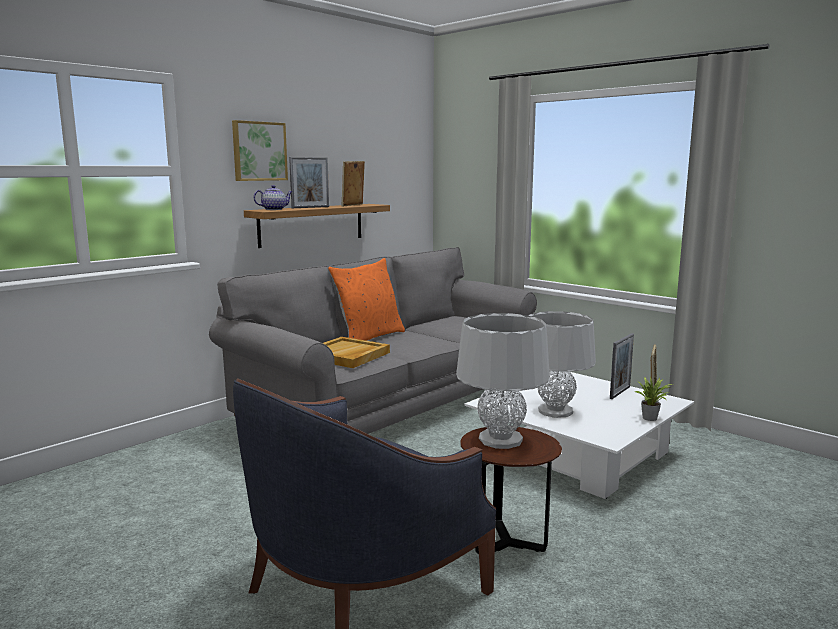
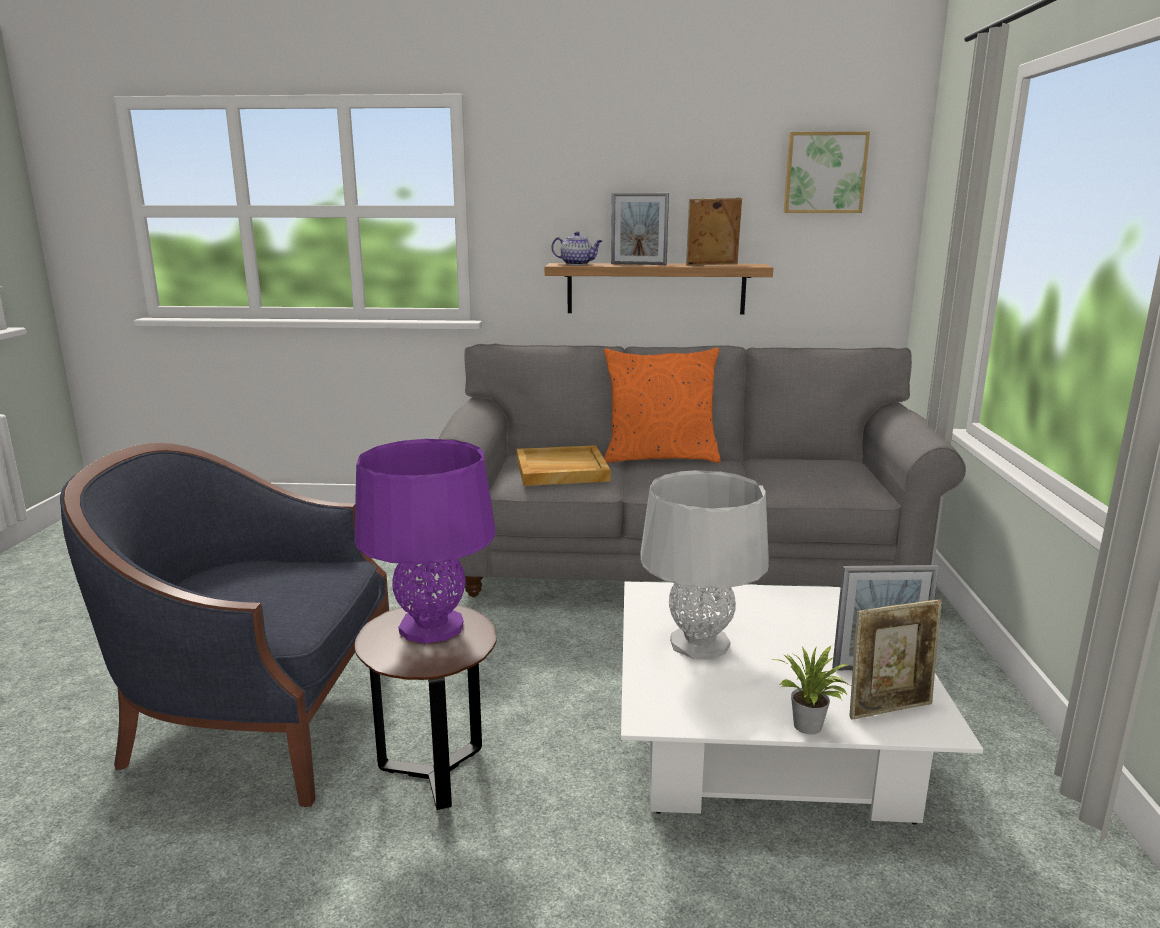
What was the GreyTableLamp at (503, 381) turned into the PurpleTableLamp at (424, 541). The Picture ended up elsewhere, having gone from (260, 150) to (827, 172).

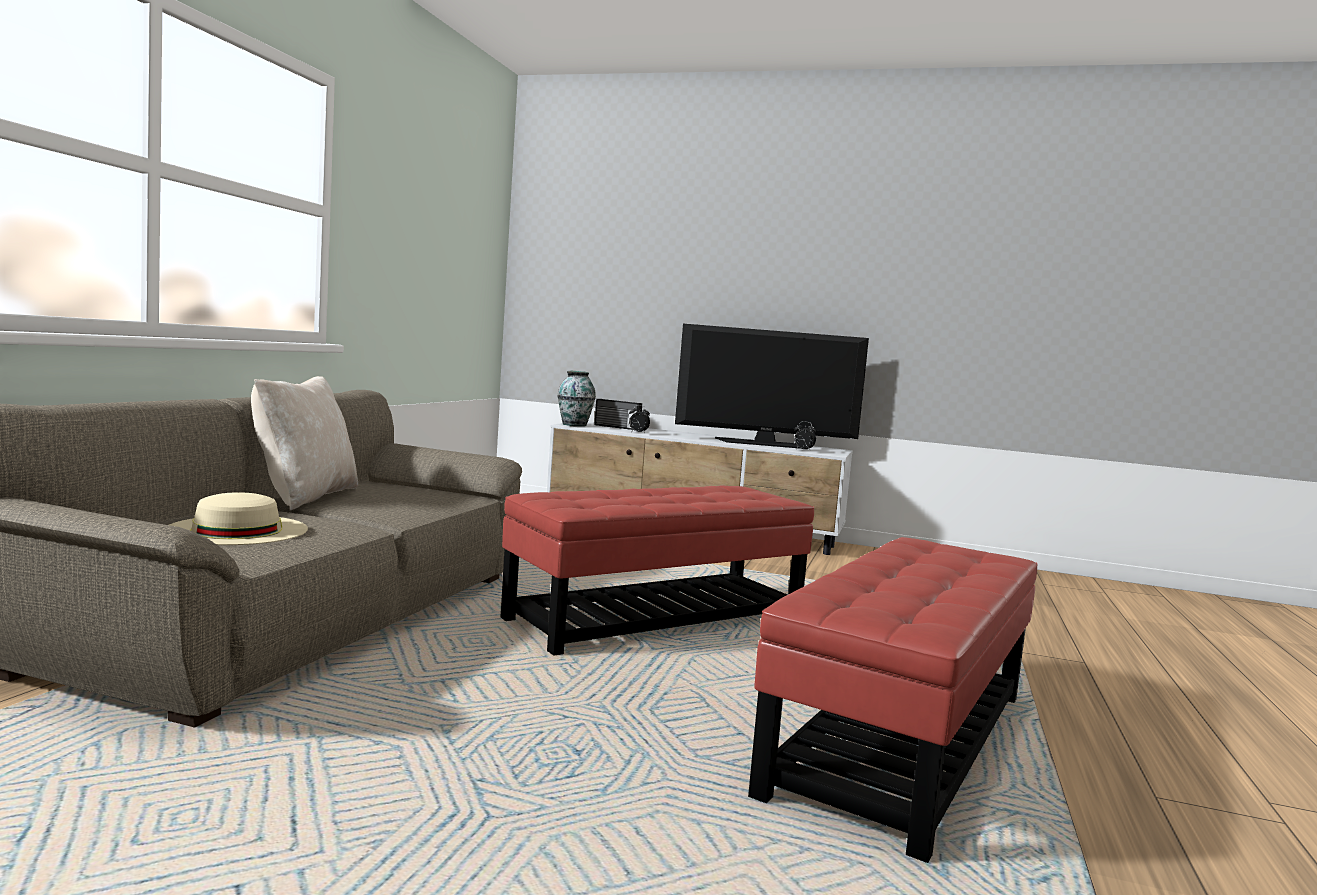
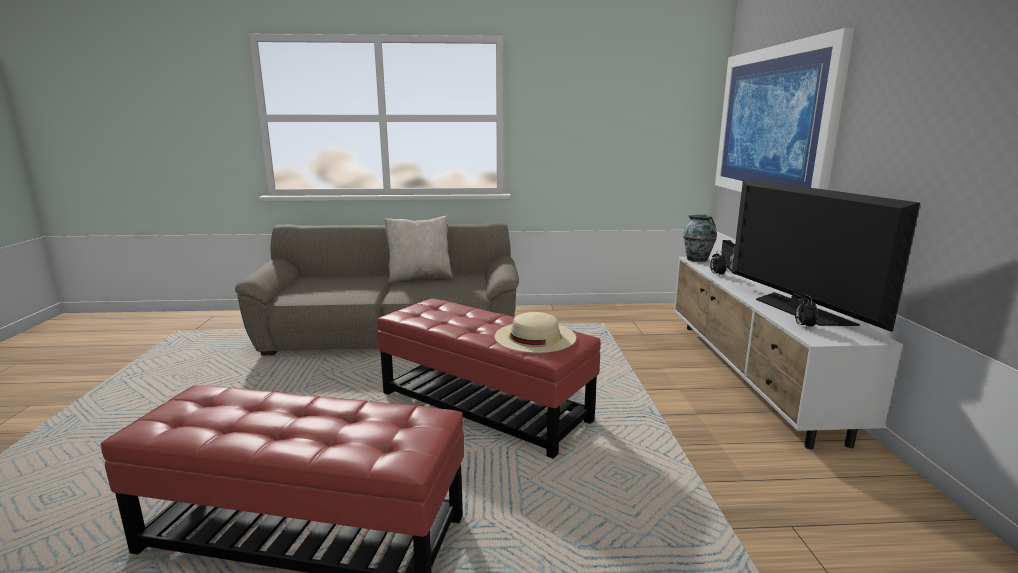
The BeigeHat ended up elsewhere, having gone from (238, 518) to (535, 332). The second view gained the Picture at (784, 110).

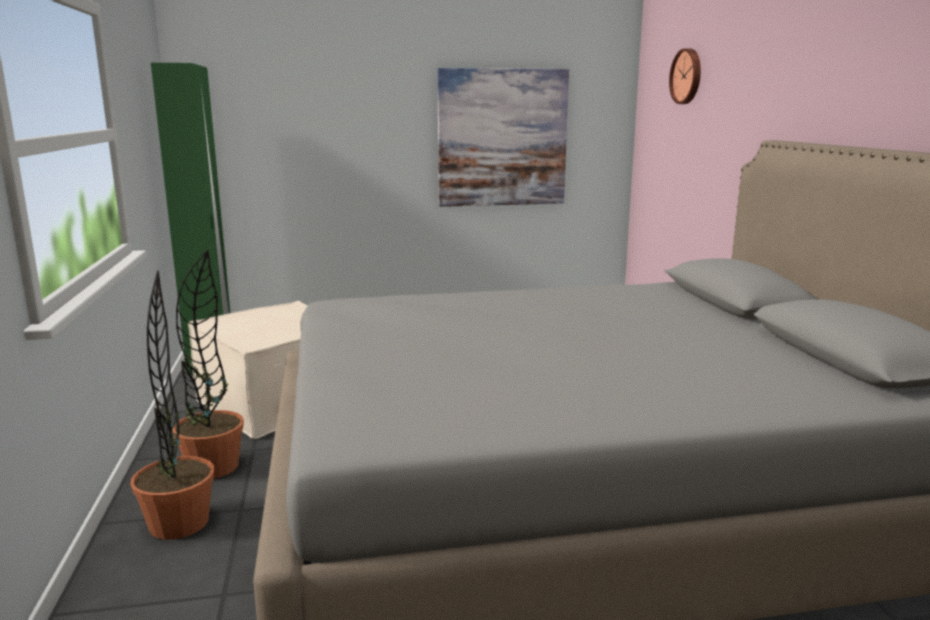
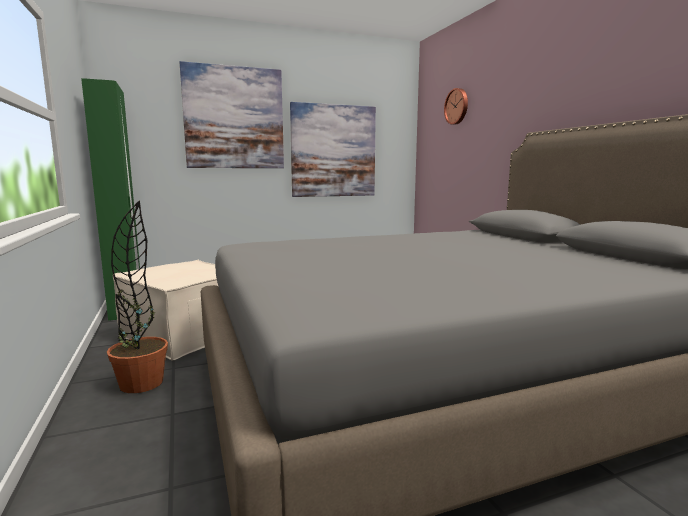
The second view gained the Picture at (232, 114). The second view lost the PottedPlant at (172, 405).

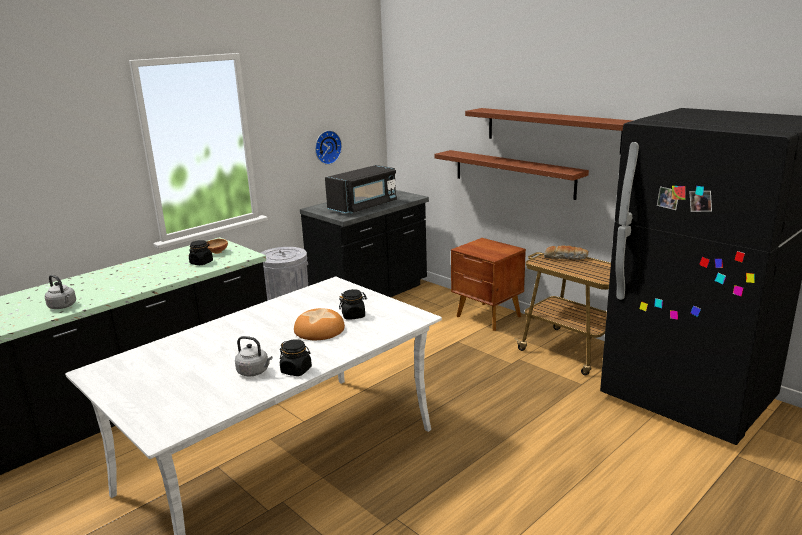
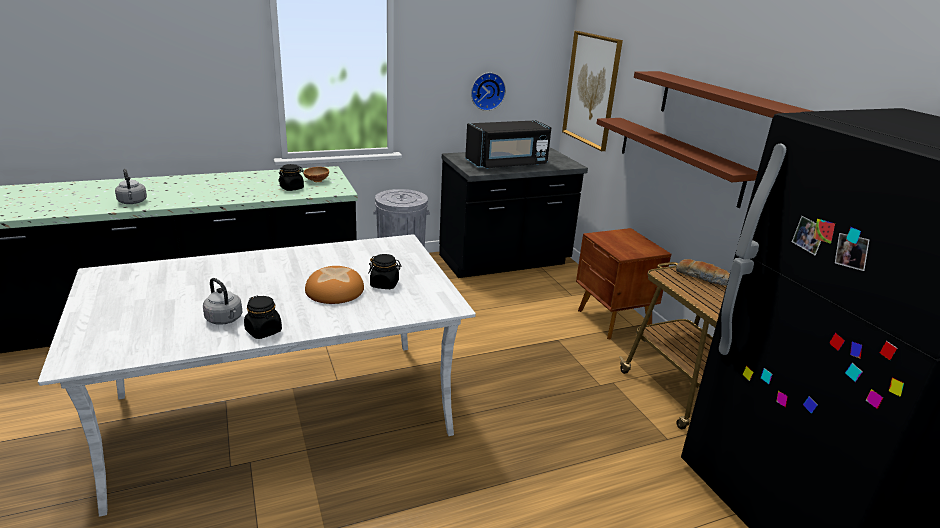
The second view gained the Picture at (592, 91).

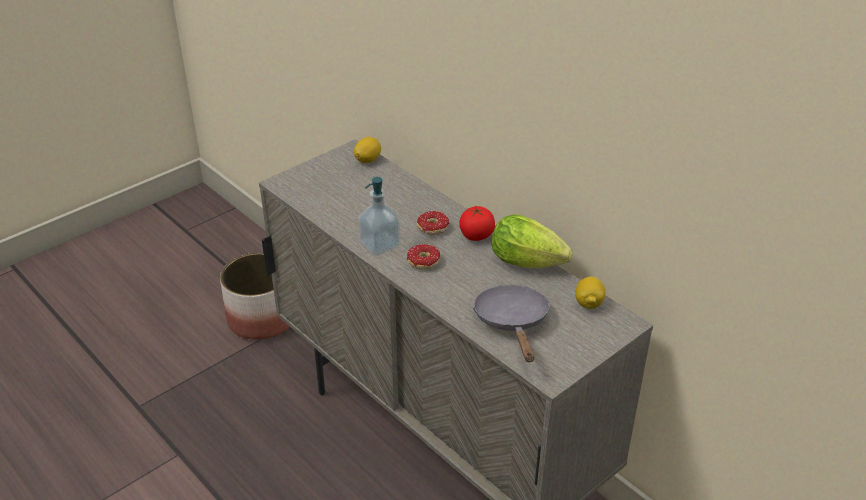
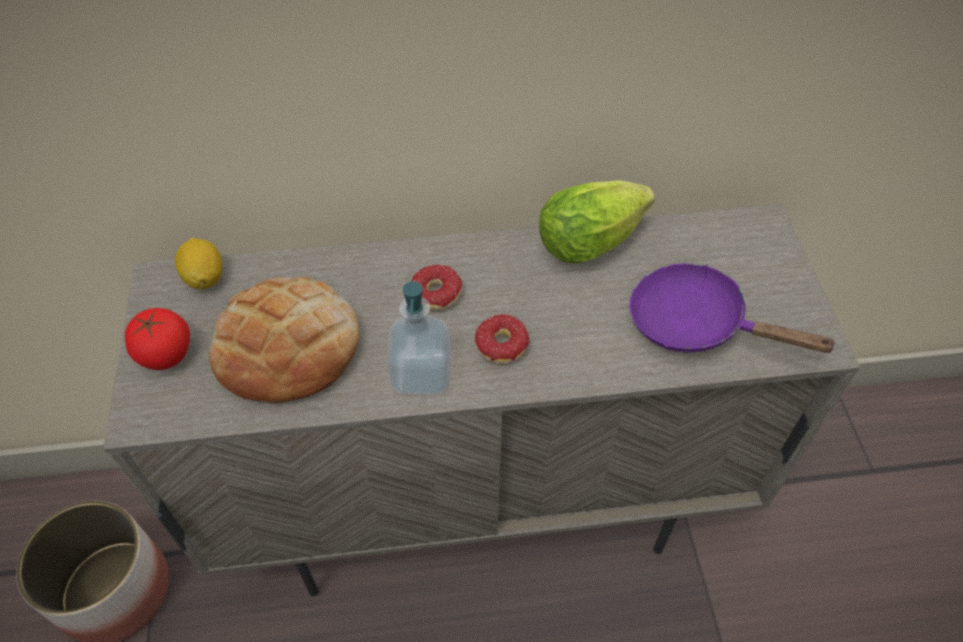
The Tomato ended up elsewhere, having gone from (477, 223) to (157, 339). The second view gained the Bread at (284, 340). What was the GreyFryingPan at (511, 323) turned into the PurpleFryingPan at (733, 308). The second view lost the Lemon at (590, 293).

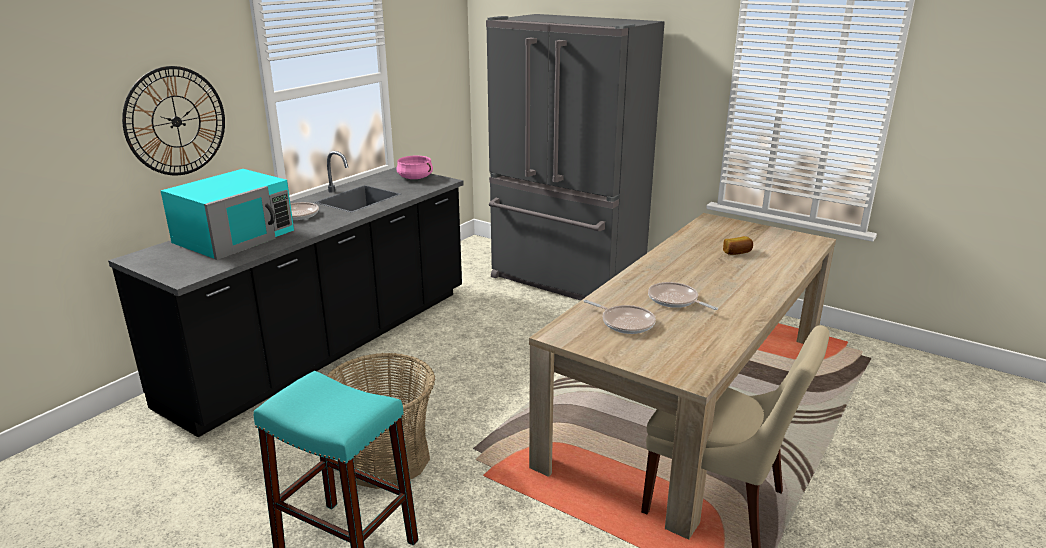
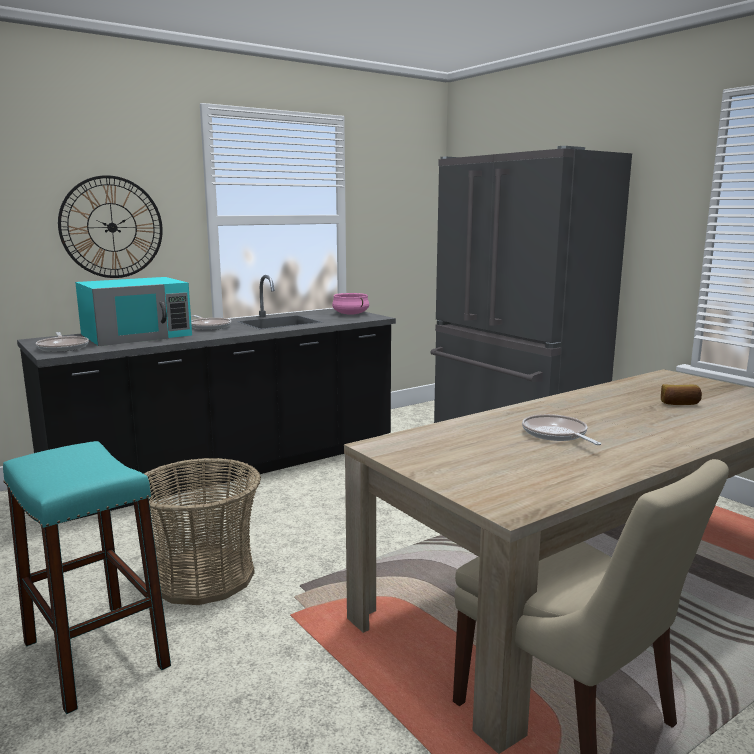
The FryingPan ended up elsewhere, having gone from (620, 317) to (62, 342).

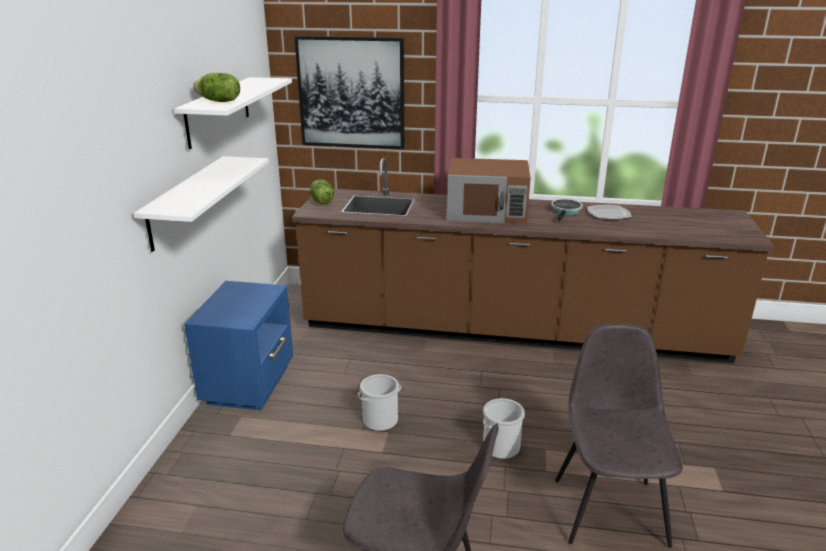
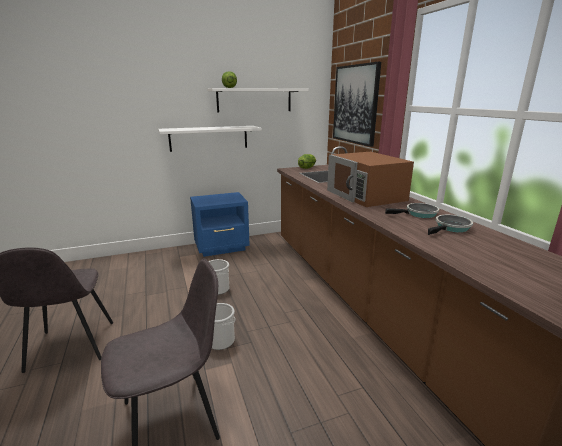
Where the Plate stood at (609, 212), the FryingPan came to stand at (450, 225).

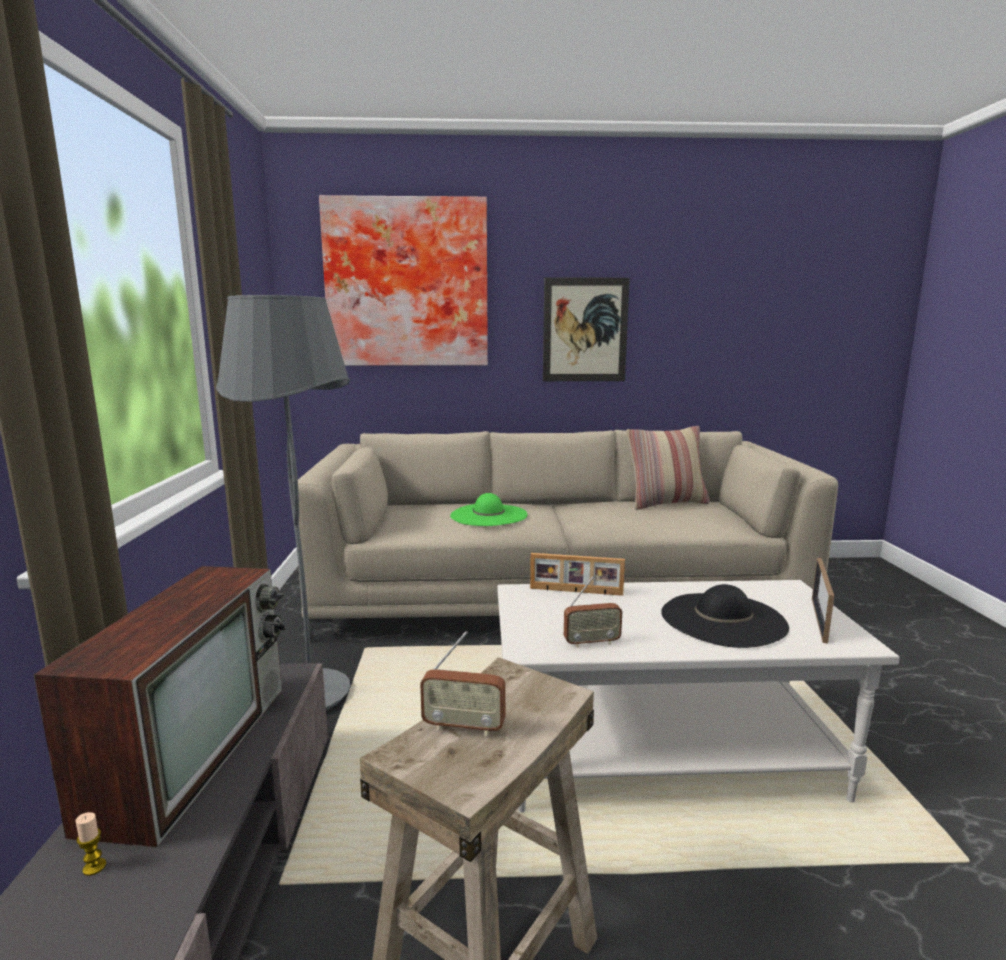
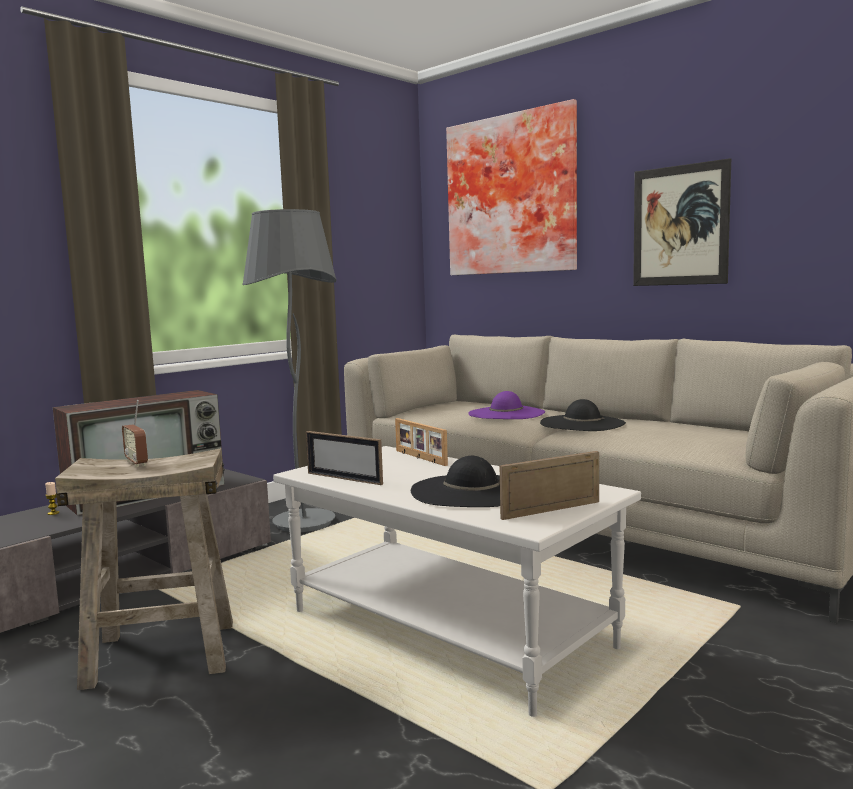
Where the Radio stood at (593, 612), the PictureFrame came to stand at (344, 458). What was the GreenHat at (489, 509) turned into the PurpleHat at (506, 405). The second view gained the BlackHat at (583, 415). The second view lost the Pillow at (668, 468).

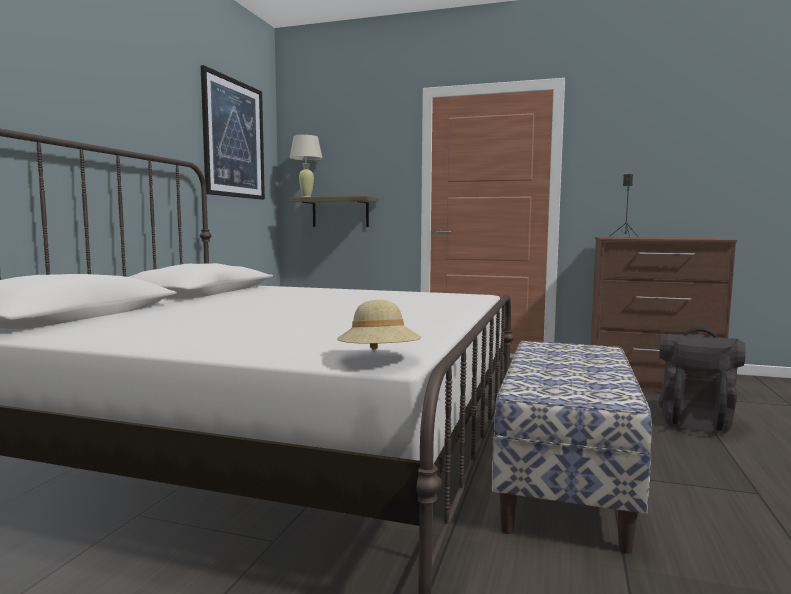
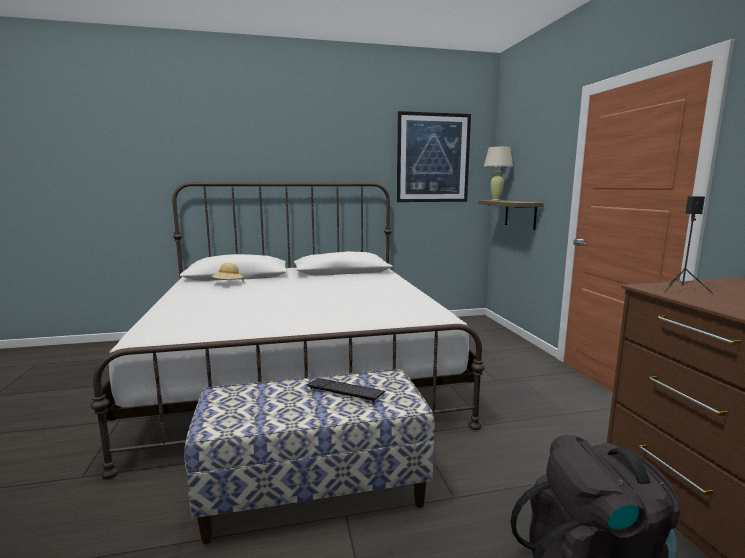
The BeigeHat ended up elsewhere, having gone from (379, 325) to (228, 272). The second view gained the Keyboard at (346, 390).

